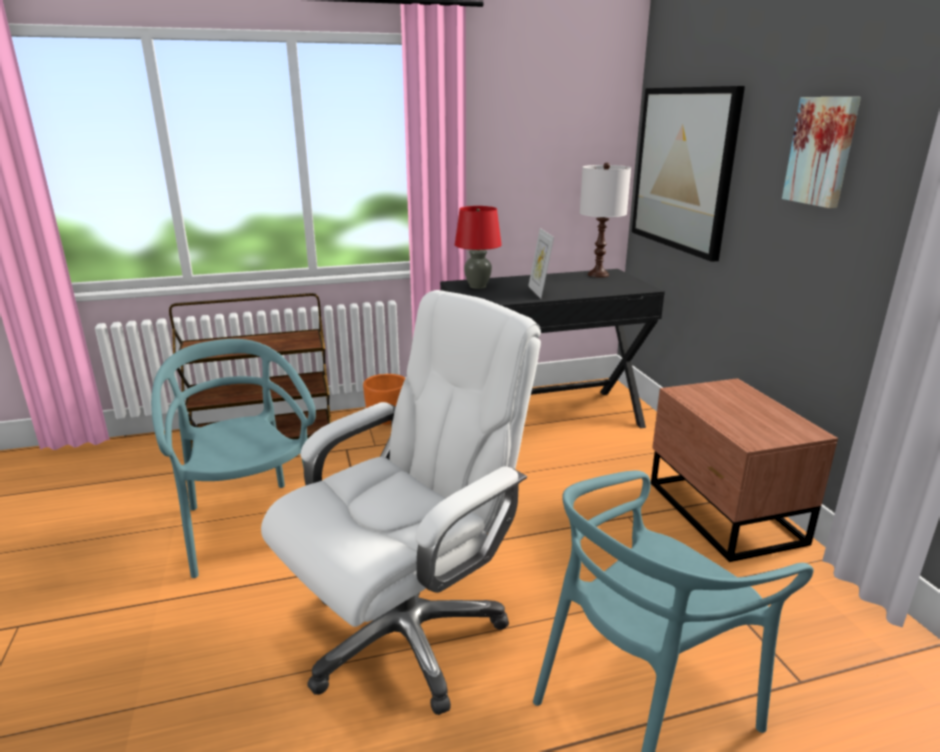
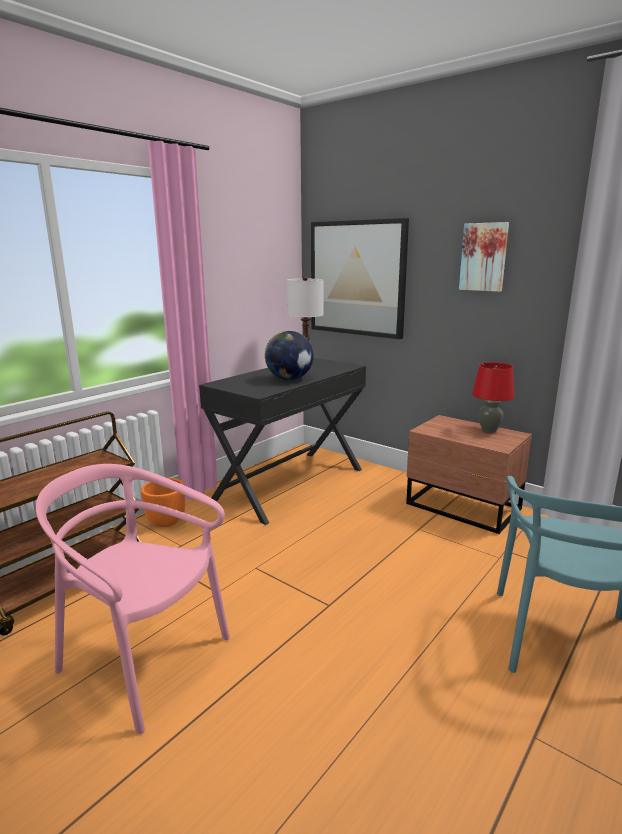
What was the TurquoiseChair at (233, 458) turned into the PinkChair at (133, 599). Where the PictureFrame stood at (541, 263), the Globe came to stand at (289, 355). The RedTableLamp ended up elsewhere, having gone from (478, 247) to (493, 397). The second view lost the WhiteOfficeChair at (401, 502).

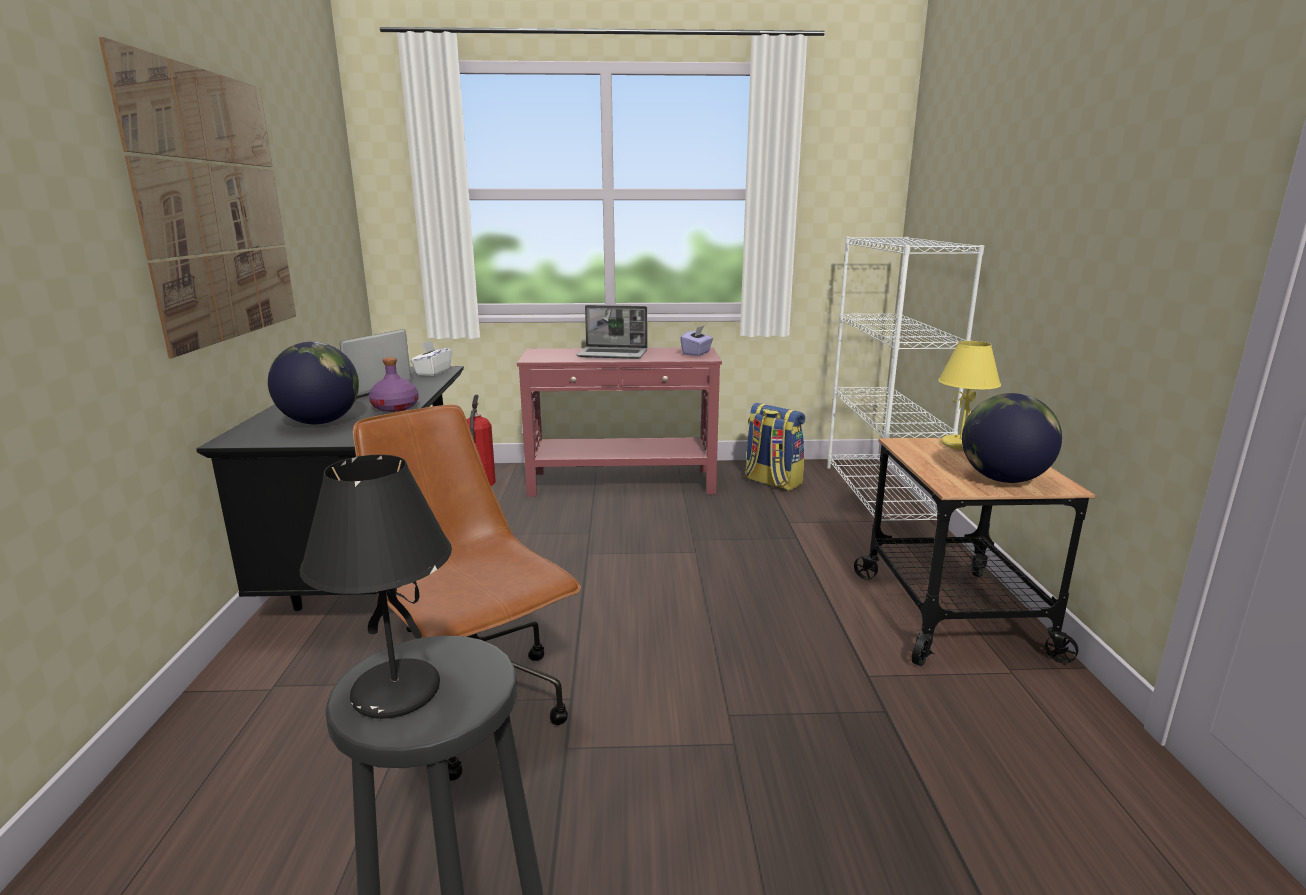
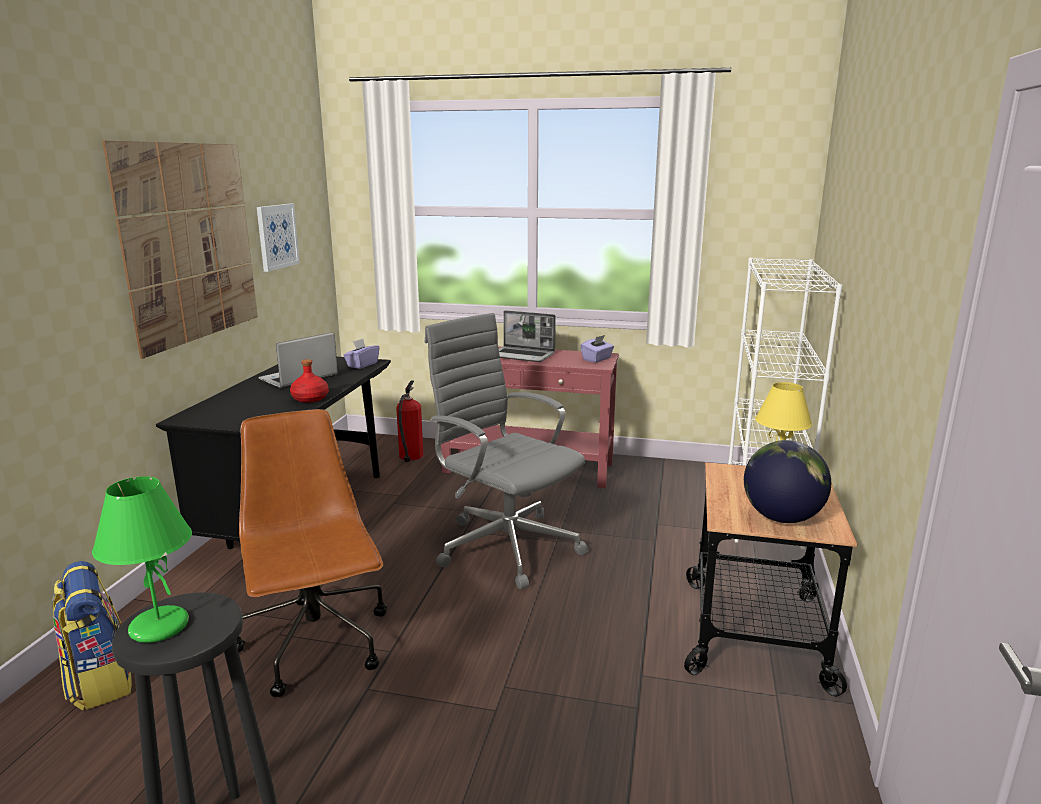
The Backpack ended up elsewhere, having gone from (775, 447) to (92, 636). What was the BlackTableLamp at (375, 587) turned into the GreenTableLamp at (142, 559). The second view gained the Picture at (278, 238). What was the PurpleBottle at (394, 384) turned into the RedBottle at (309, 381). What was the WhiteTissueBox at (431, 358) turned into the PurpleTissueBox at (361, 354). The second view gained the GreyOfficeChair at (506, 451). The second view lost the Globe at (313, 383).

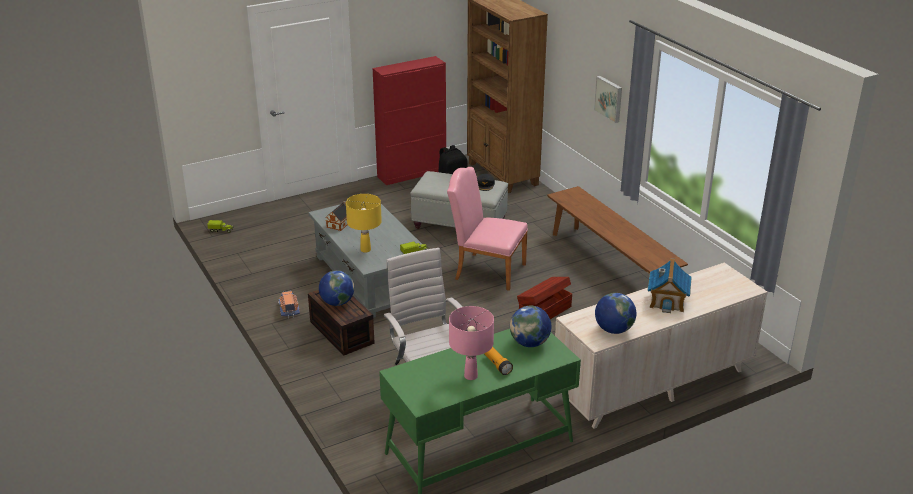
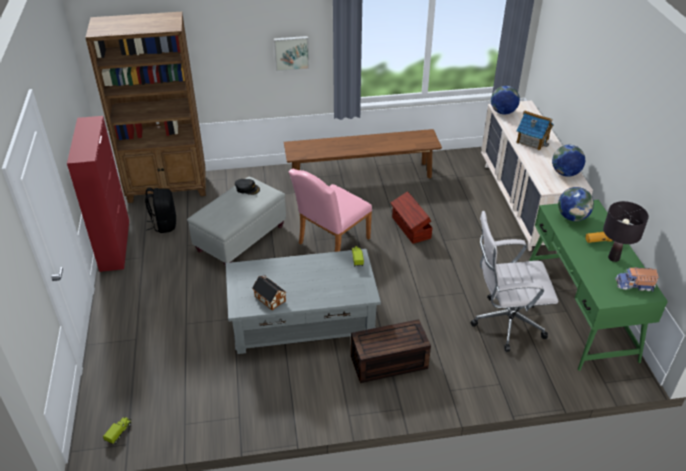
The Globe ended up elsewhere, having gone from (336, 288) to (505, 100). What was the PinkTableLamp at (471, 343) turned into the BlackTableLamp at (626, 231). The ToyTruck ended up elsewhere, having gone from (289, 304) to (637, 279). The second view lost the YellowTableLamp at (364, 223).

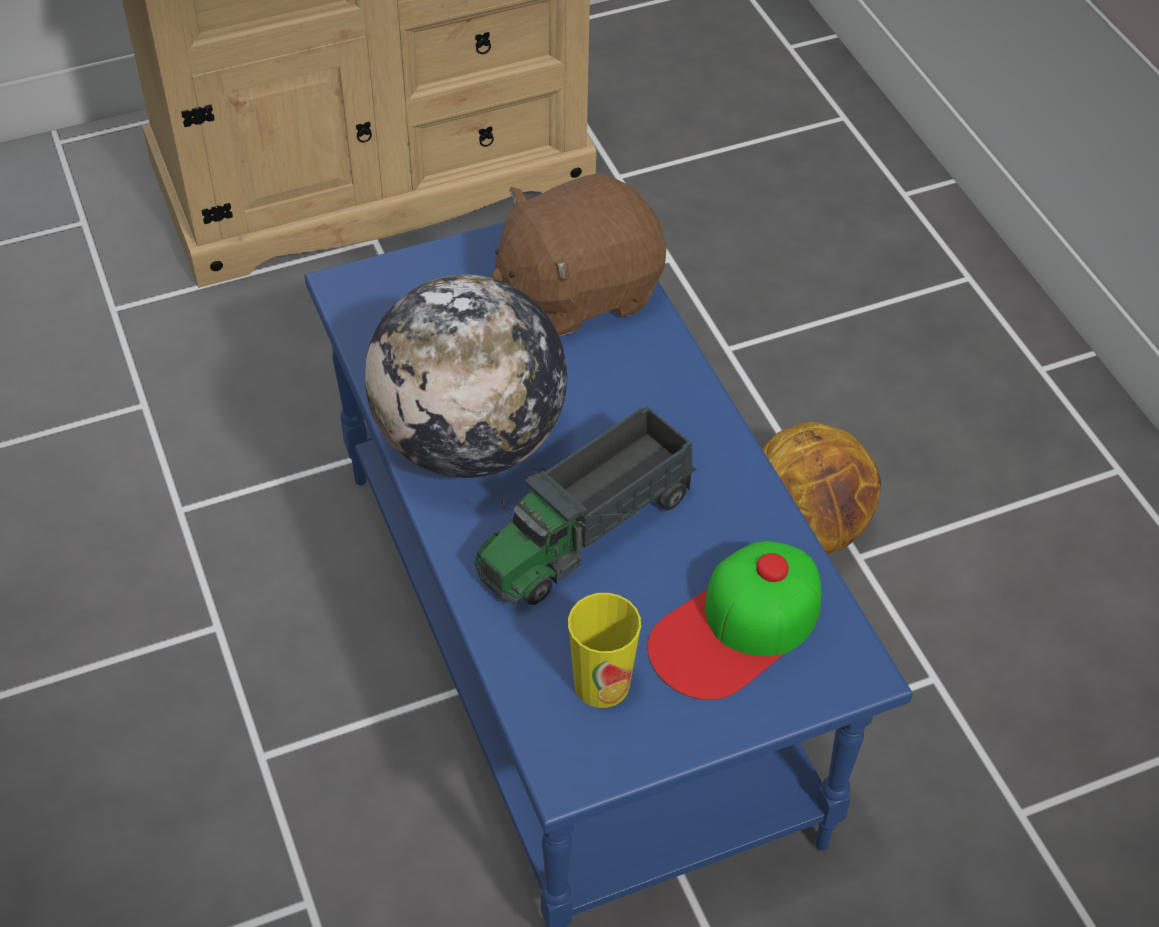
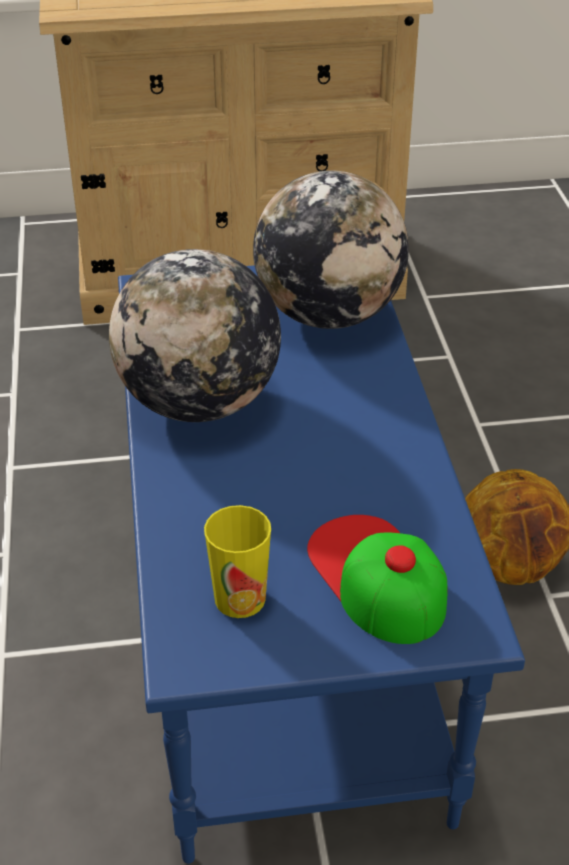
Where the BrownPlushToy stood at (579, 254), the Globe came to stand at (331, 249). The Cap at (734, 620) ended up facing another way, 90 degrees clockwise from before. The second view lost the ToyTruck at (586, 505).

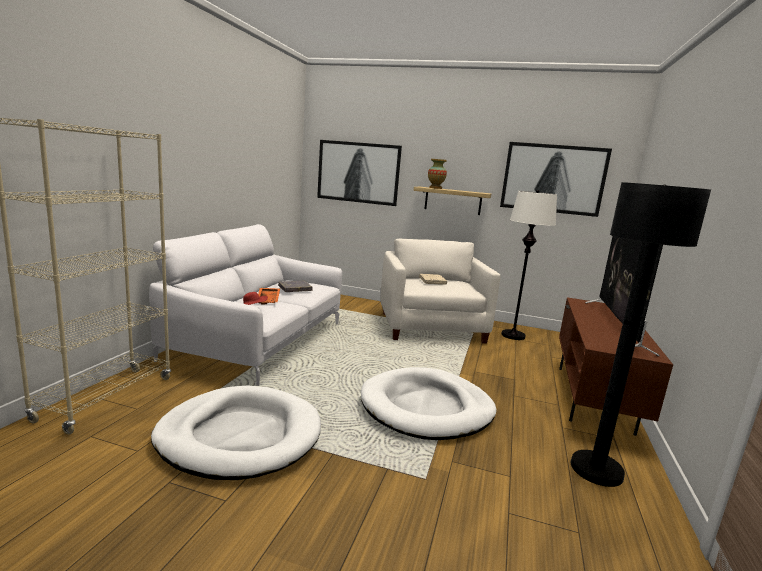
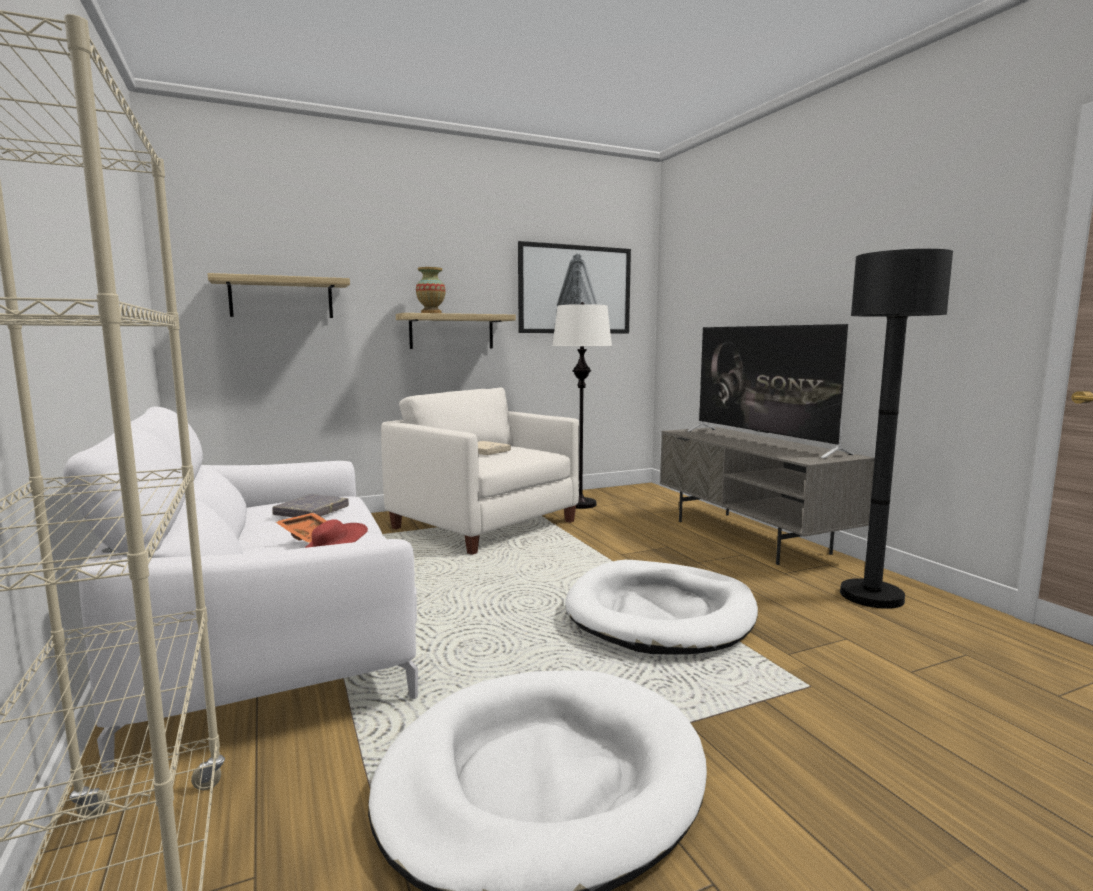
Where the Picture hung at (359, 173), the Shelf came to hang at (278, 295). What was the BrownTvStand at (616, 366) turned into the GreyTvStand at (767, 496).

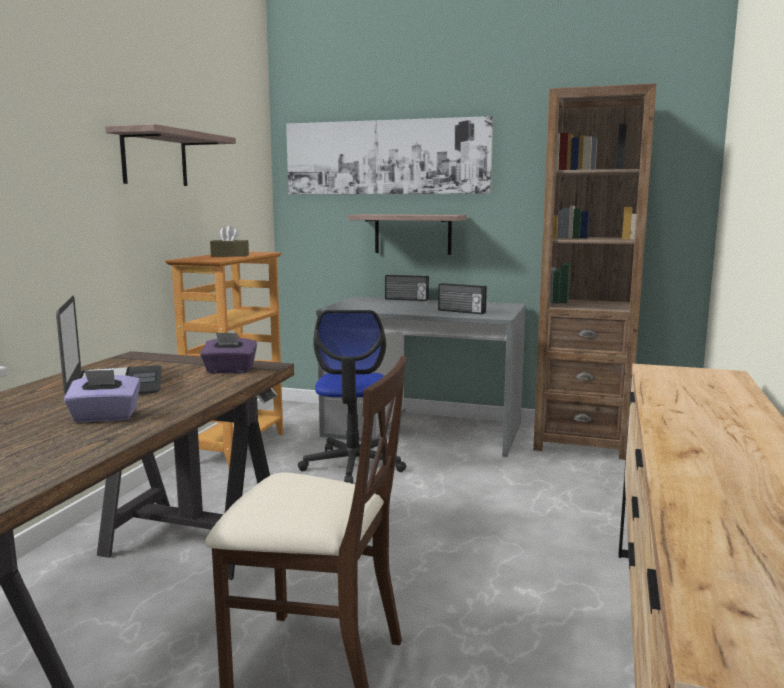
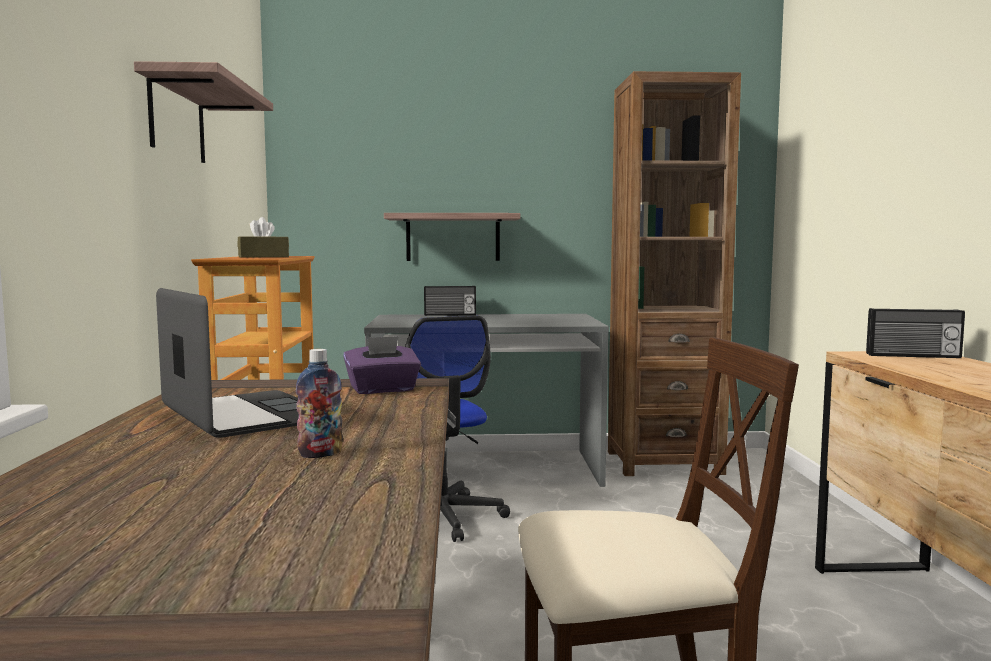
Where the PurpleTissueBox stood at (102, 396), the Bottle came to stand at (319, 403). The Radio ended up elsewhere, having gone from (462, 298) to (915, 333). The second view lost the Picture at (389, 155).

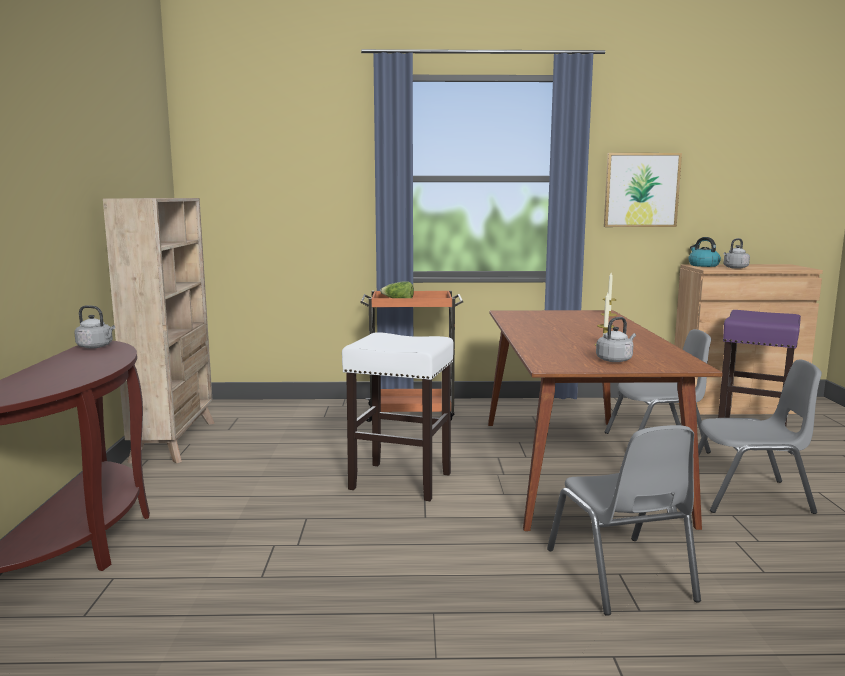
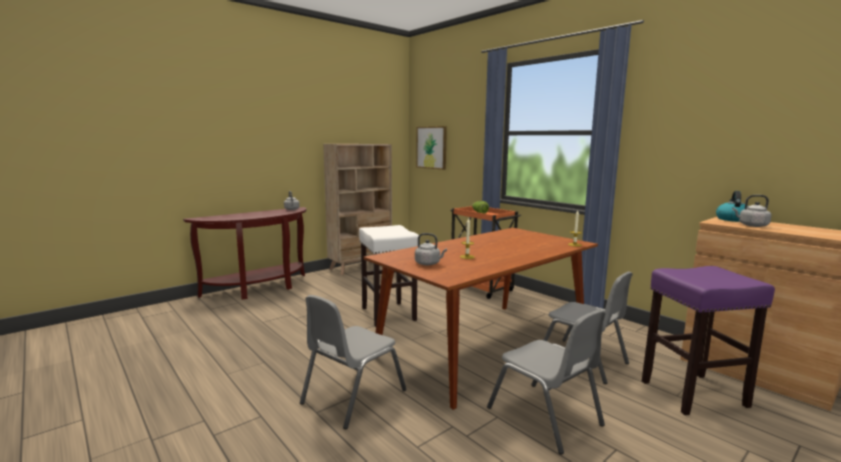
The Picture ended up elsewhere, having gone from (643, 190) to (431, 148).

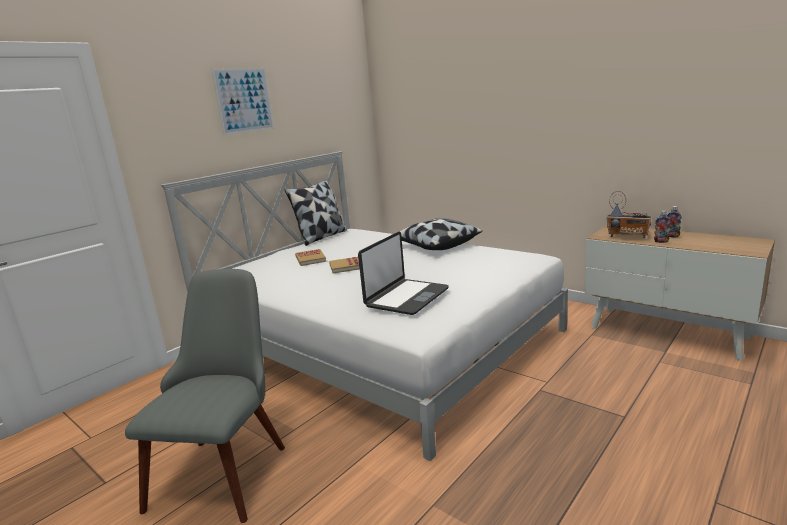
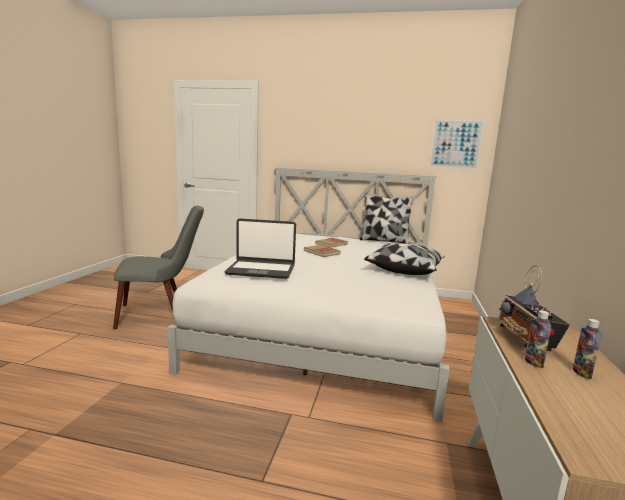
The Picture ended up elsewhere, having gone from (243, 101) to (456, 144).

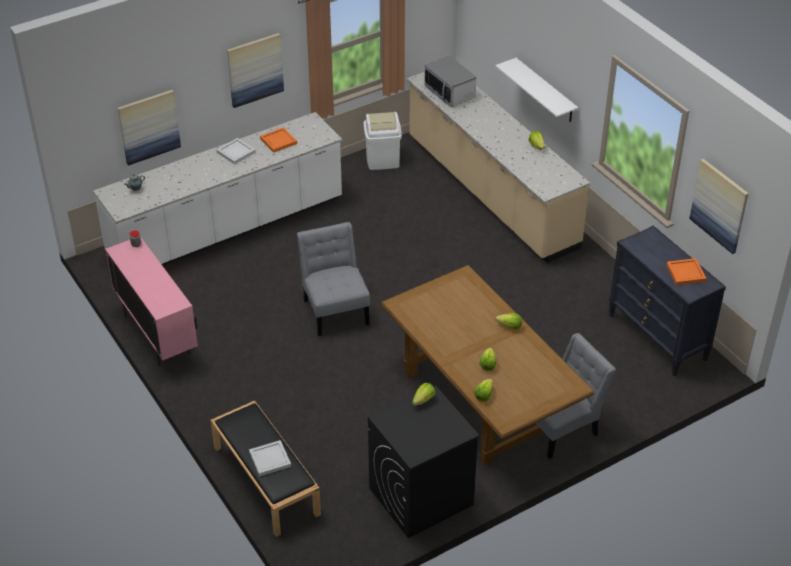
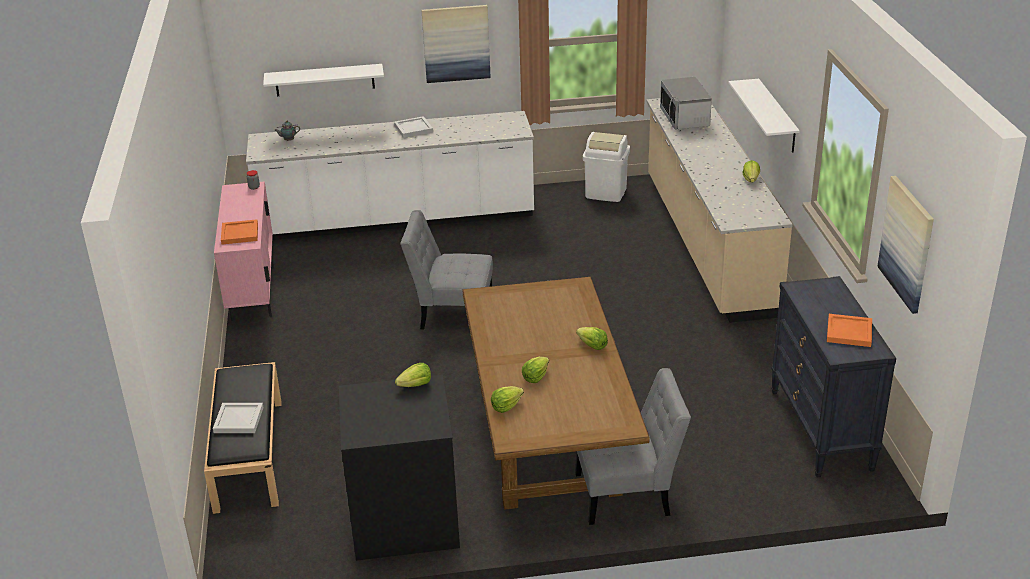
The OrangeTray ended up elsewhere, having gone from (278, 140) to (239, 232). Where the Picture hung at (149, 128), the WhiteShelf came to hang at (323, 80). The GreyChair at (333, 279) ended up facing another way, 90 degrees counterclockwise from before.

